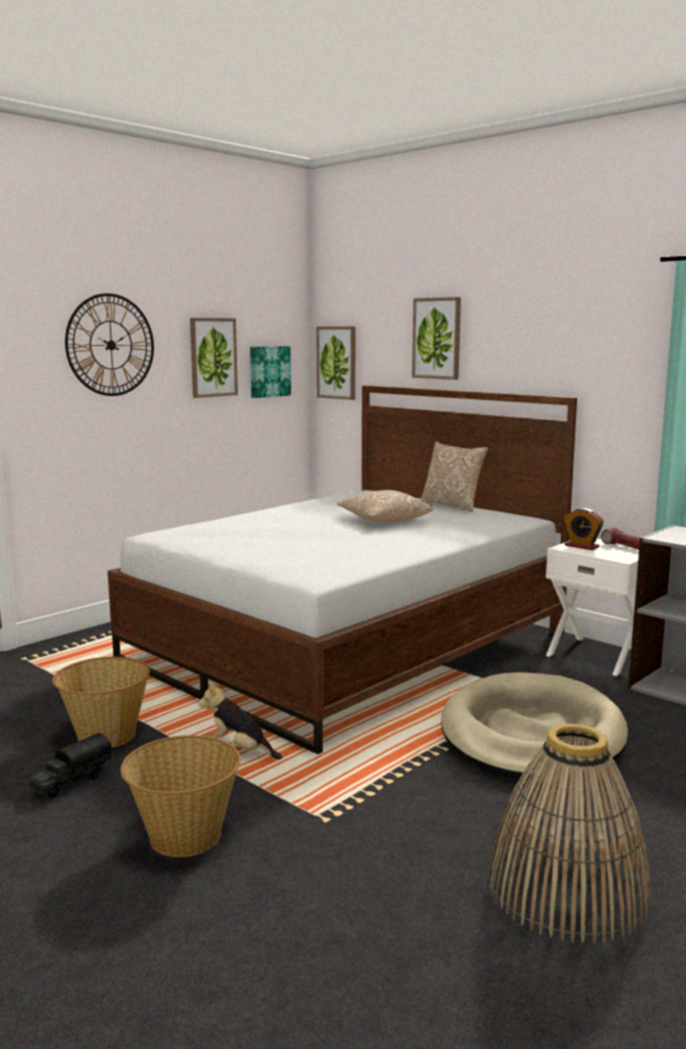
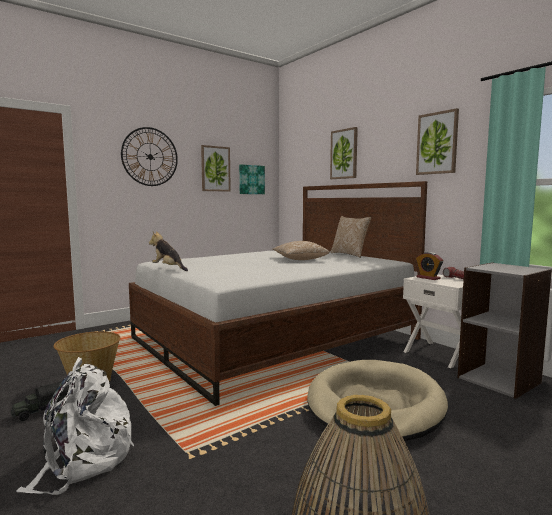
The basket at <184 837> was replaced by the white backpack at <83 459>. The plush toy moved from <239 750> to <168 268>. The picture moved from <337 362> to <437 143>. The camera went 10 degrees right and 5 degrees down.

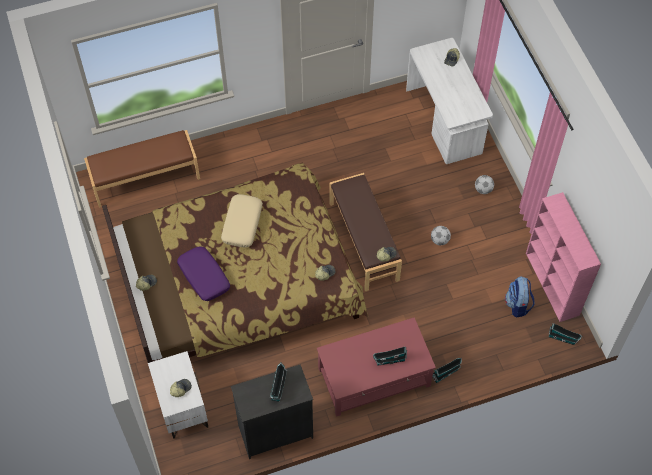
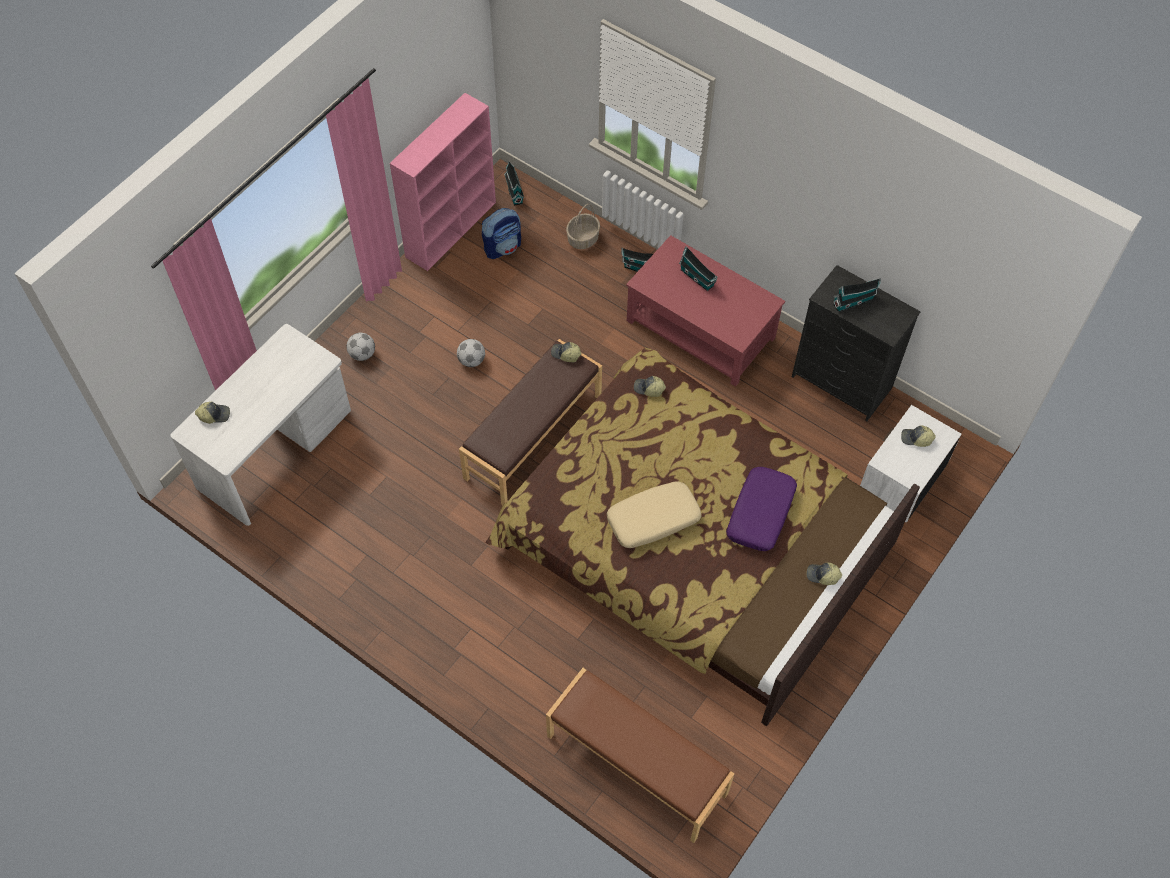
The basket at <583 239> appeared. The camera went 125 degrees left and 0 degrees up.

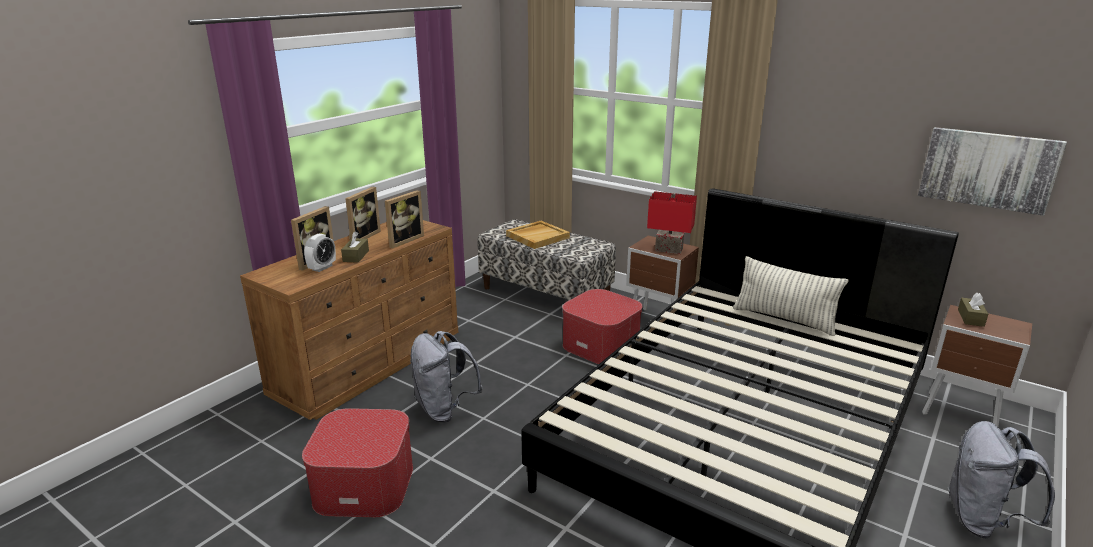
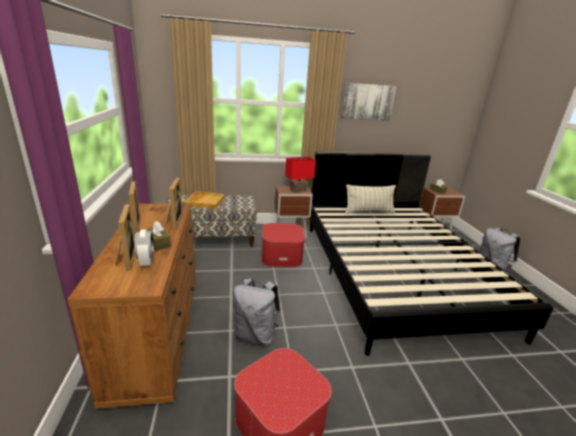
The picture moved from <988 169> to <367 102>. The camera went 45 degrees left and 0 degrees up.

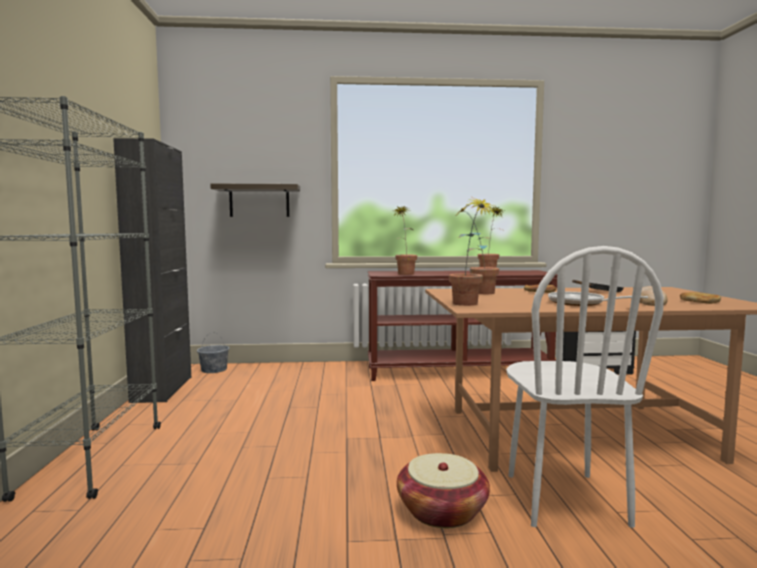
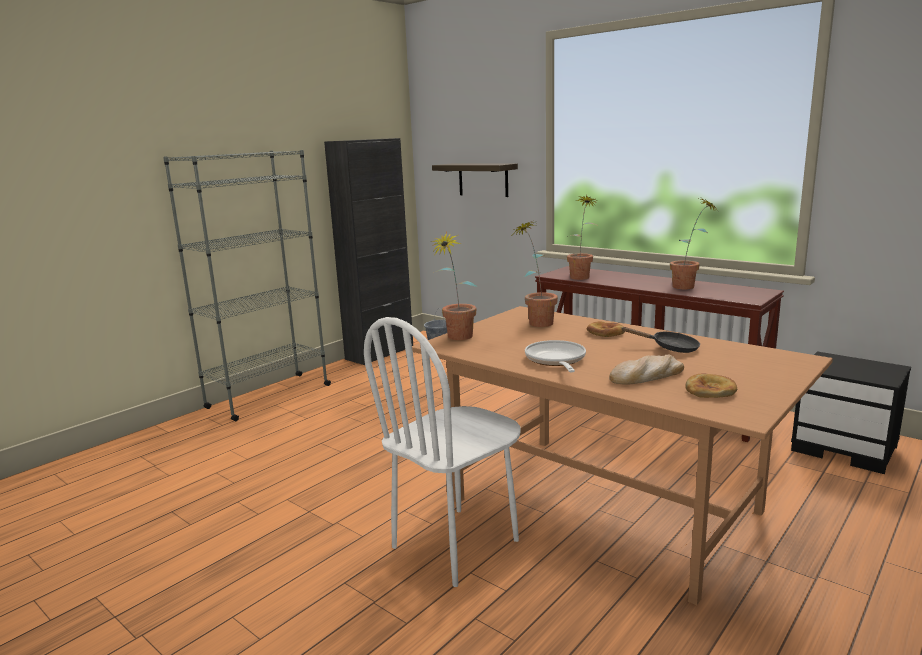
The basket at <442 511> disappeared. The camera went 45 degrees right and 10 degrees up.

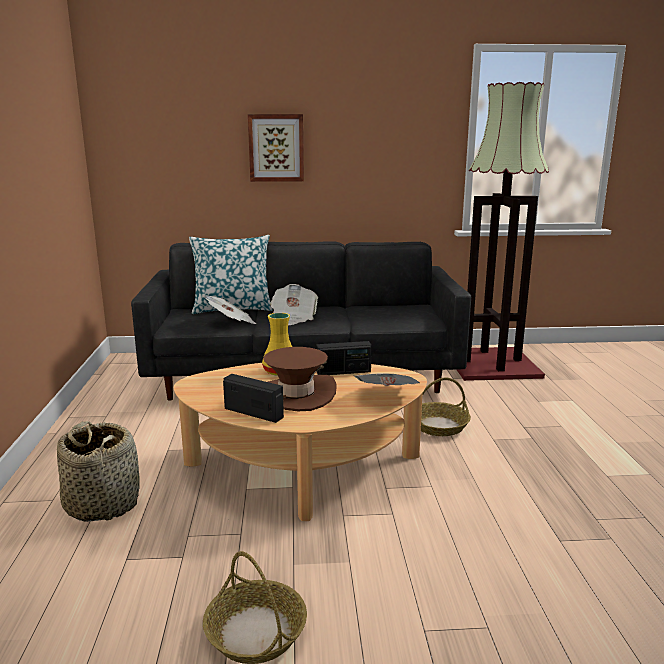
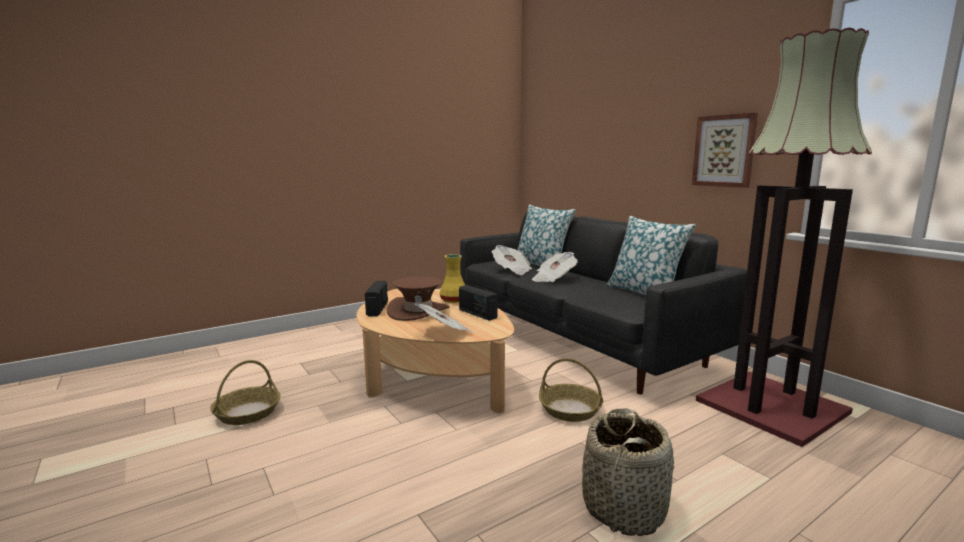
The basket moved from <103 504> to <624 508>. The pillow at <645 293> appeared. The picture moved from <276 148> to <724 151>. The camera went 60 degrees right and 5 degrees down.

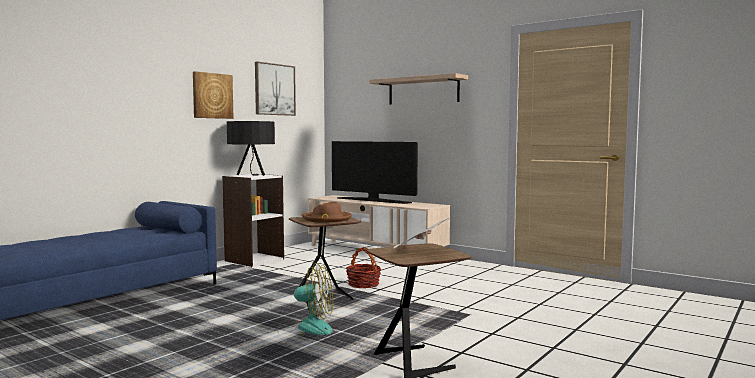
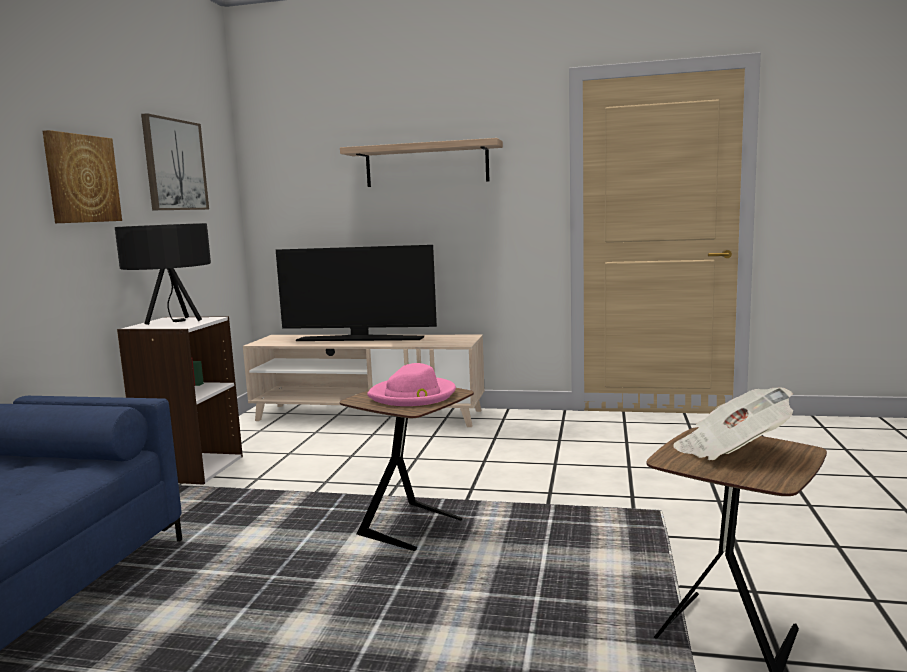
The brown hat at <327 219> became the pink hat at <413 395>. The fan at <306 329> disappeared. The basket at <363 284> disappeared. The camera went 25 degrees left and 5 degrees up.

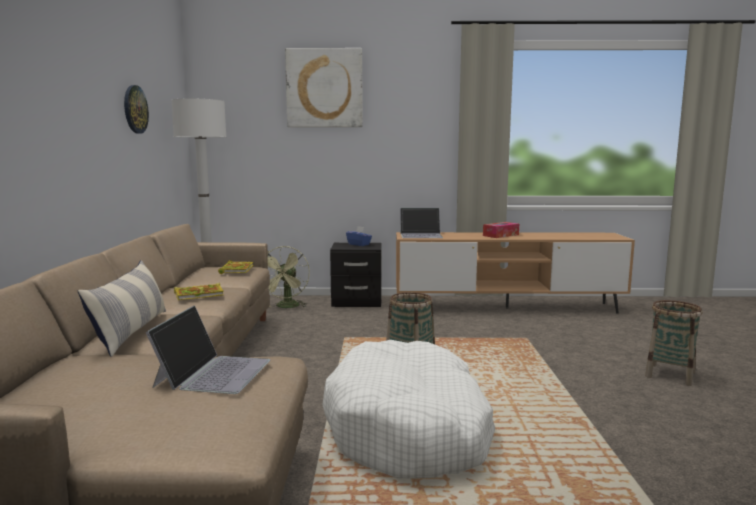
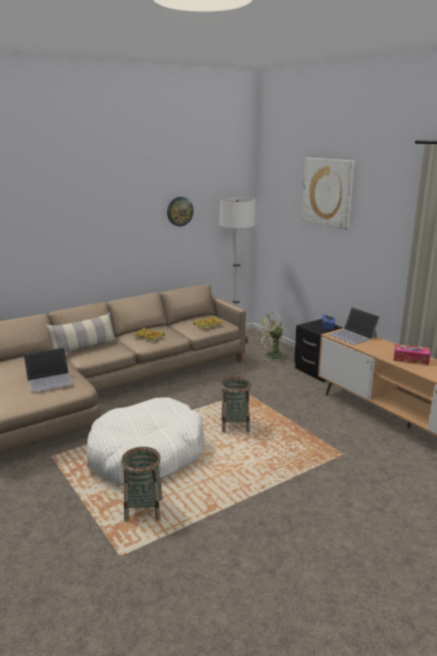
The basket moved from <669 374> to <143 509>. The camera went 55 degrees right and 10 degrees up.

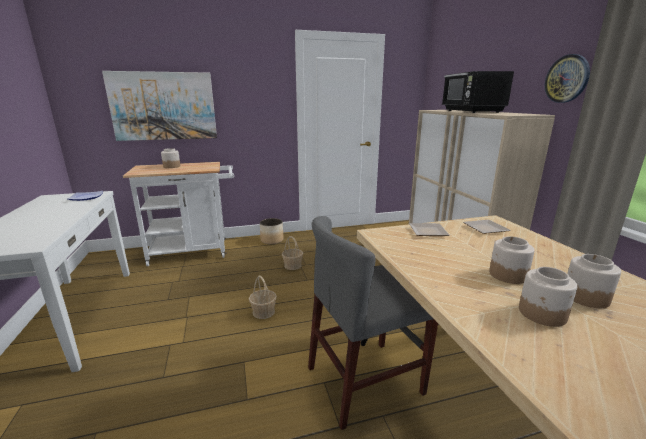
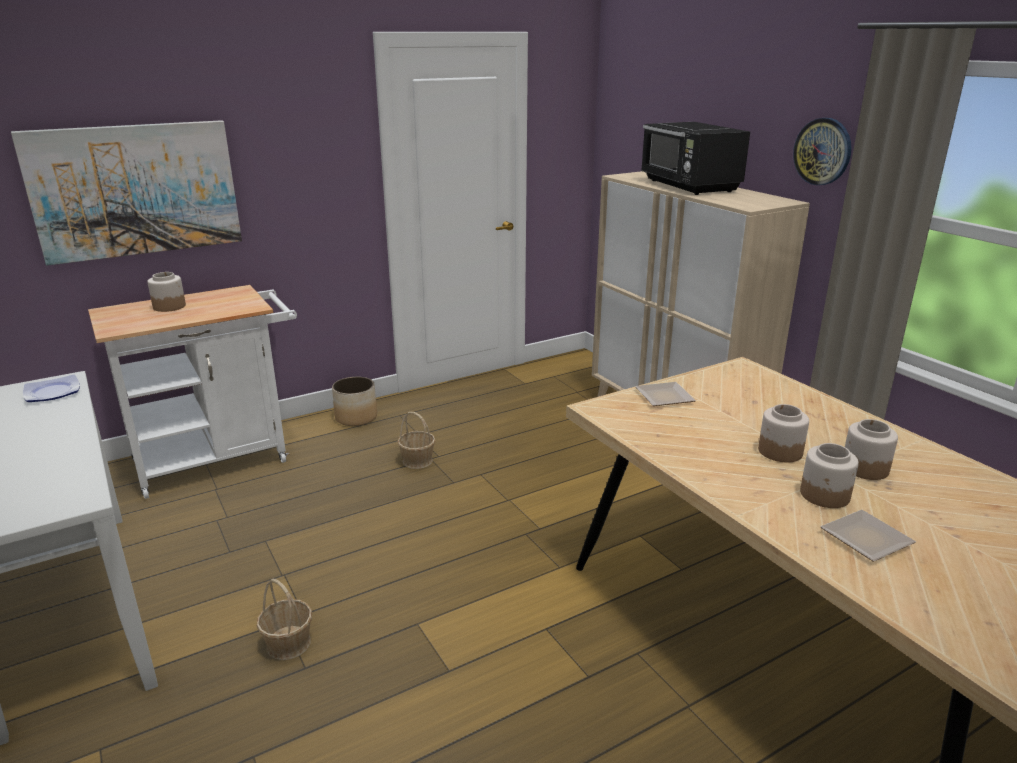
The basket moved from <263 312> to <288 643>. The plate moved from <487 229> to <869 539>. The grey chair at <365 380> disappeared. The camera went 15 degrees left and 5 degrees up.

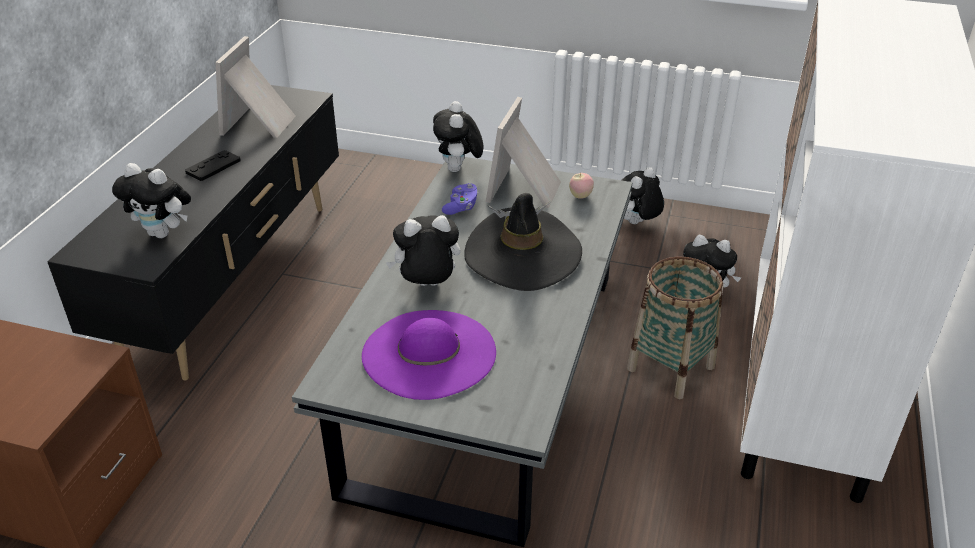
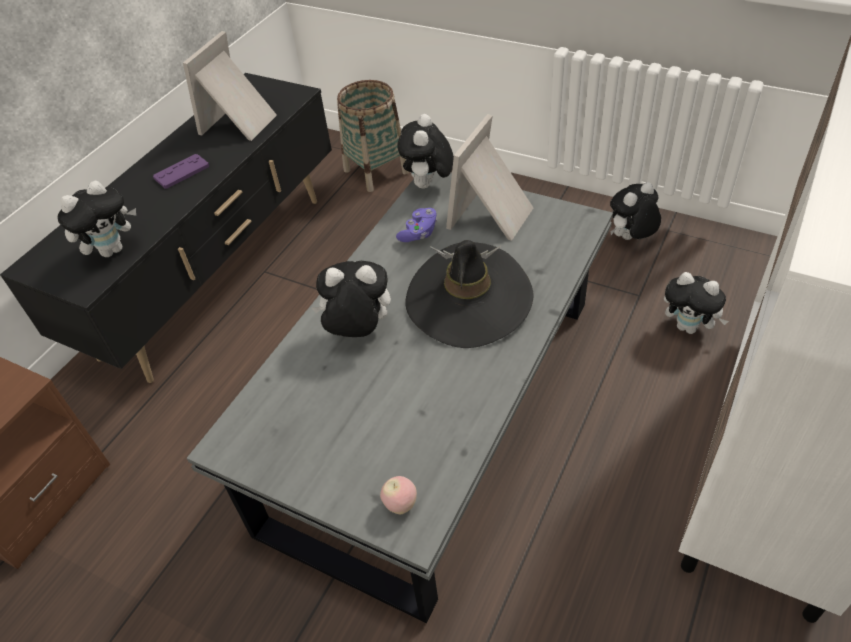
The plush toy at <163 233> turned 75 degrees counterclockwise. The black game controller at <213 166> became the purple game controller at <181 172>. The basket moved from <670 368> to <376 171>. The apple moved from <580 196> to <400 504>. The purple hat at <429 353> disappeared. The camera went 15 degrees right and 10 degrees up.

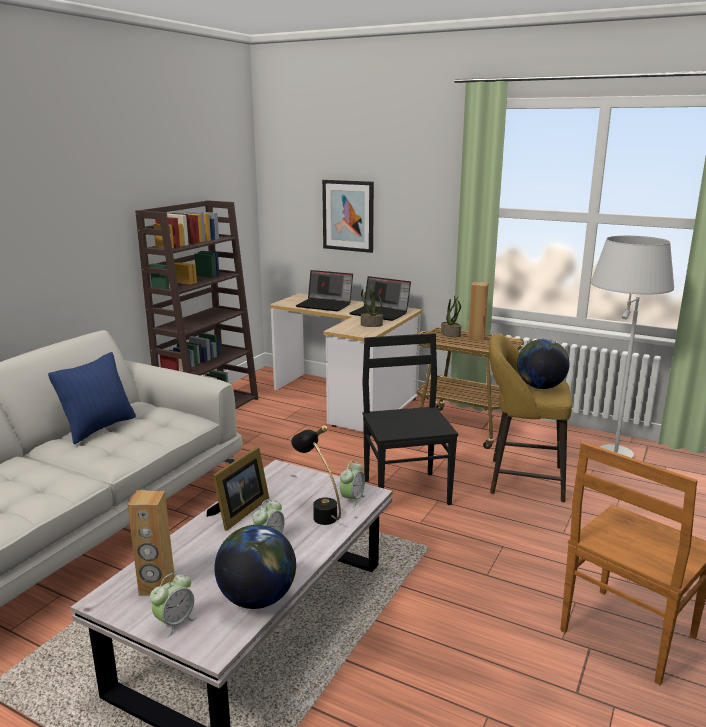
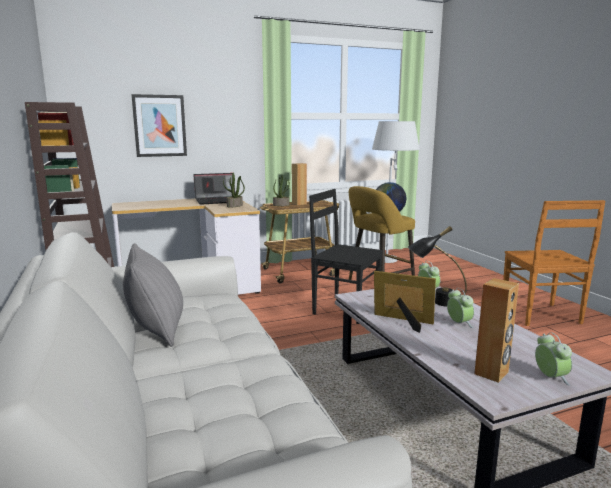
The blue pillow at <99 428> became the grey pillow at <157 329>. The picture frame at <239 512> turned 45 degrees counterclockwise. The globe at <257 598> disappeared. The laptop at <325 305> disappeared. The camera went 50 degrees left and 5 degrees down.

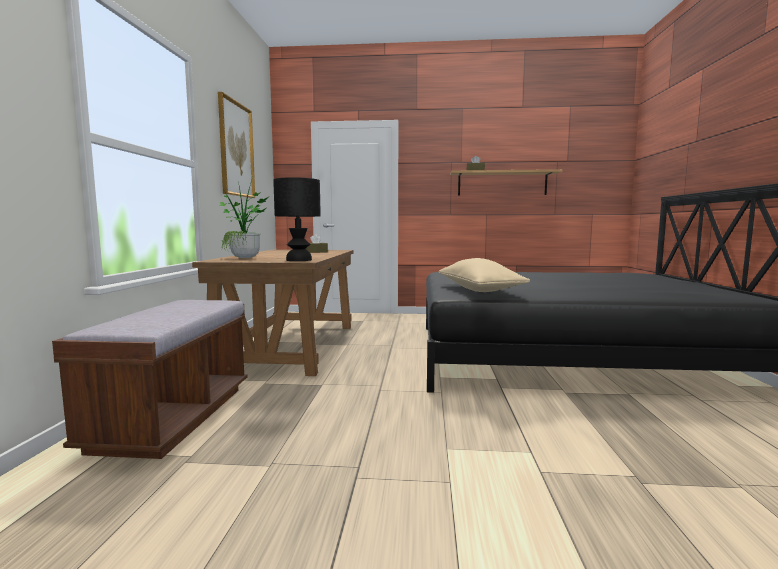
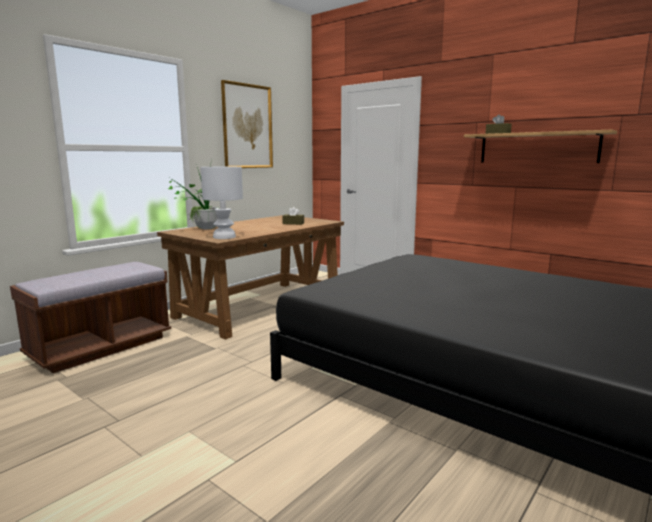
The black table lamp at <298 260> became the white table lamp at <224 237>. The beige pillow at <479 290> disappeared. The camera went 35 degrees right and 5 degrees up.

